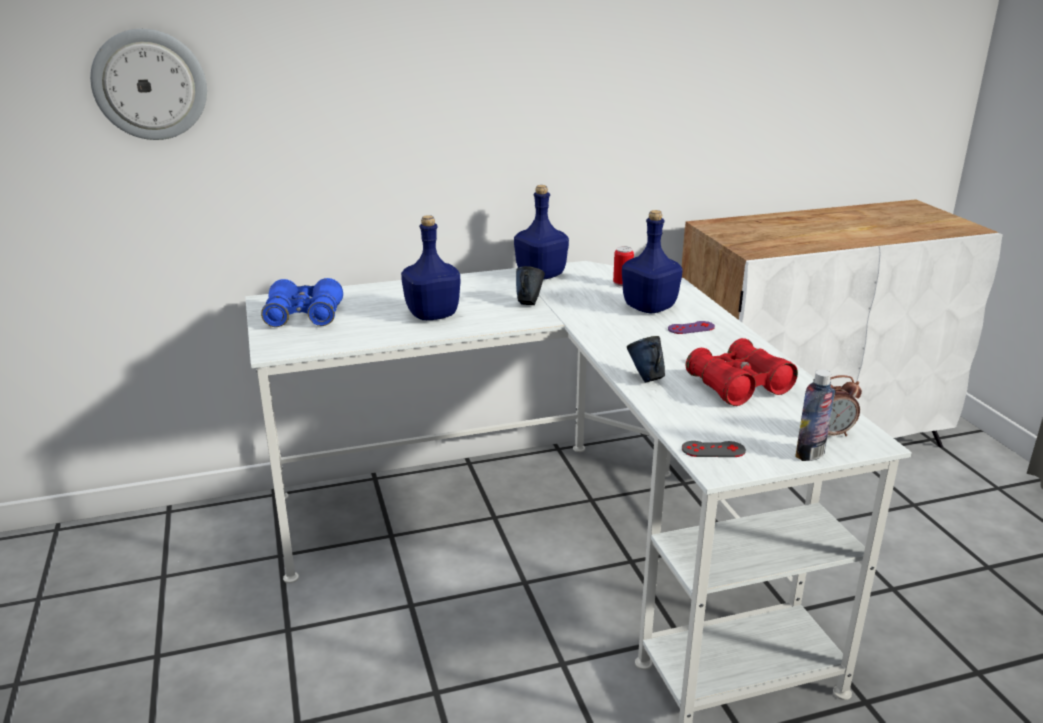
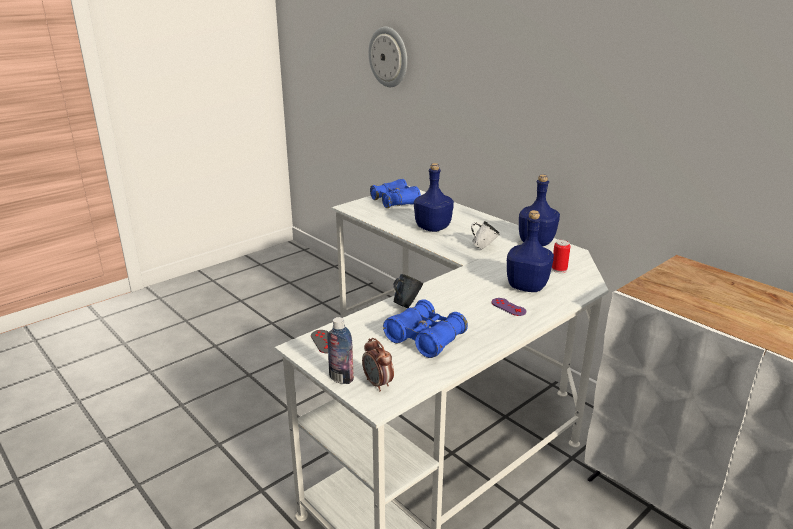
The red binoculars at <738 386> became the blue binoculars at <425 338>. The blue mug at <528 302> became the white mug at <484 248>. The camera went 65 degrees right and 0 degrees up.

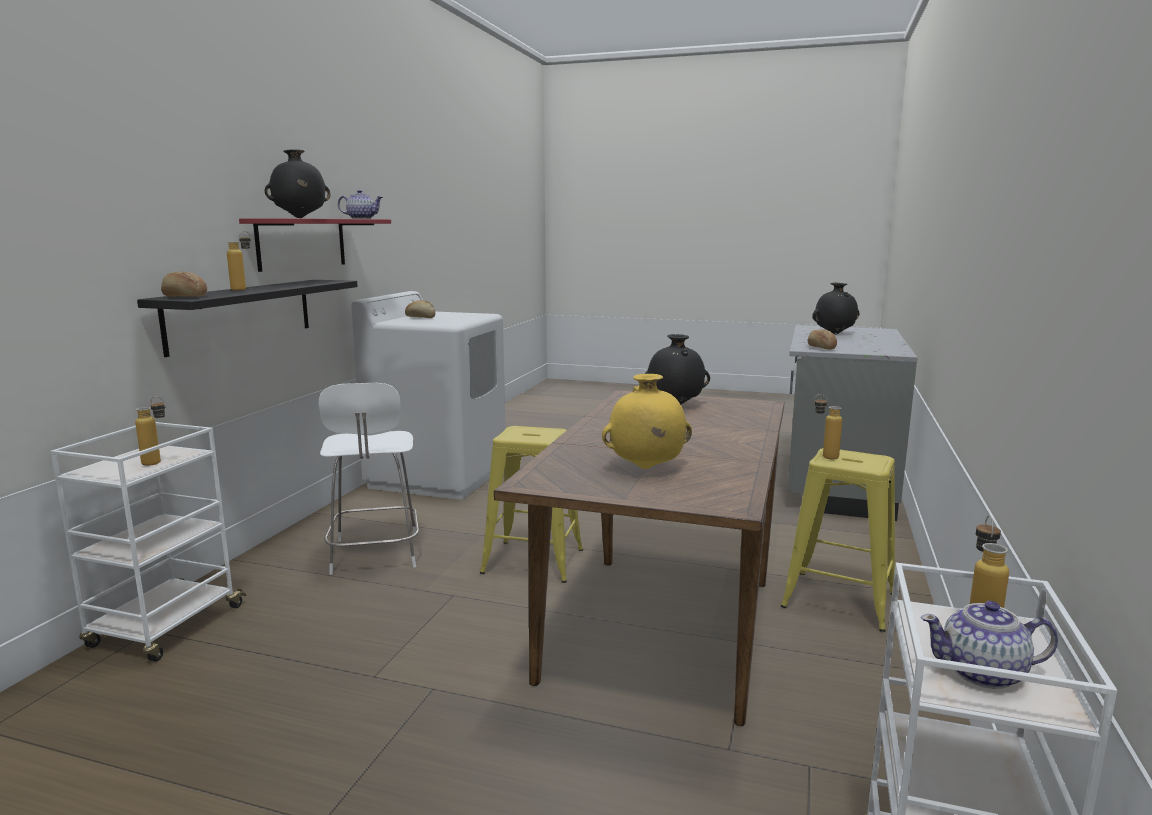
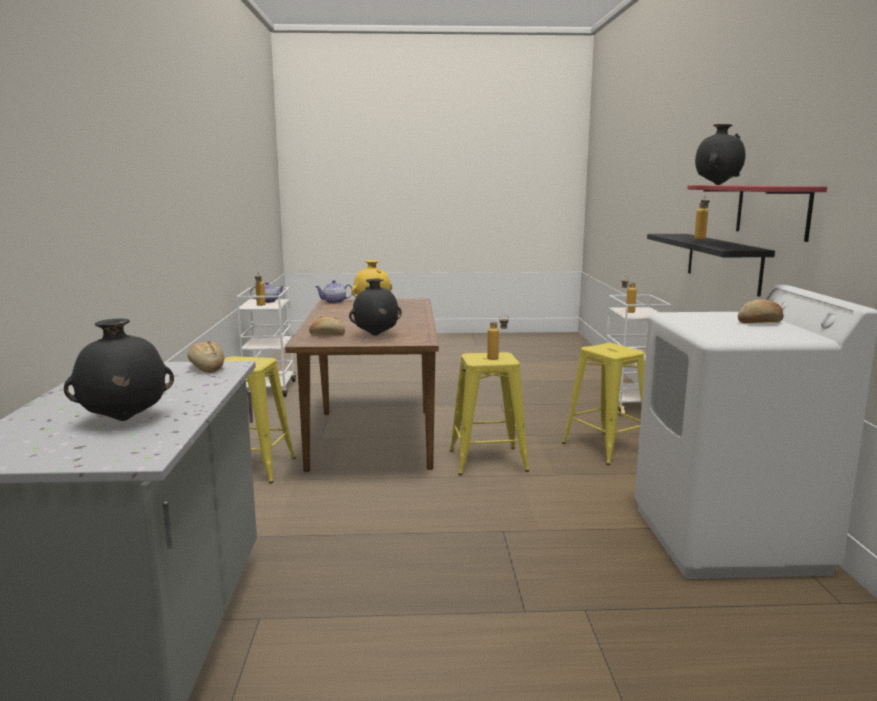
The bread moved from <184 297> to <327 335>. The teapot moved from <361 218> to <334 302>. The bottle moved from <824 456> to <497 359>. The white chair at <375 555> was replaced by the yellow stool at <606 448>. The camera went 160 degrees right and 0 degrees up.

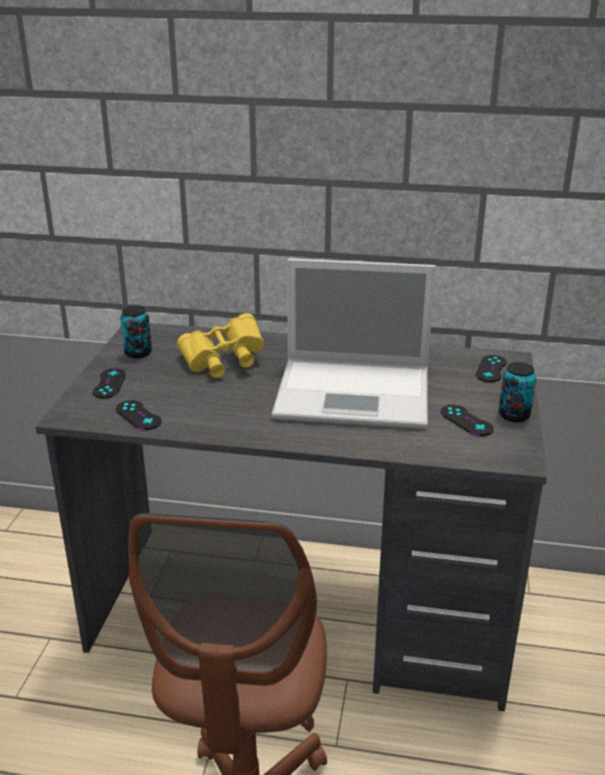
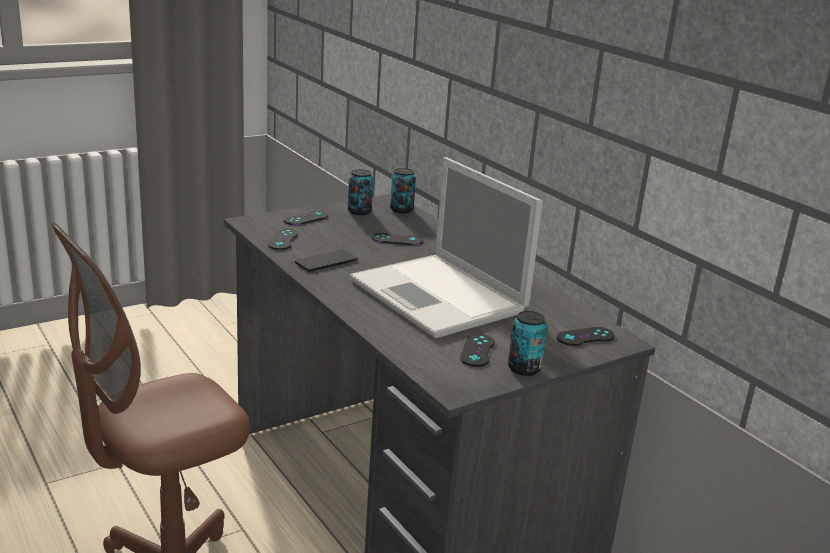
The phone at <326 261> appeared. The yellow binoculars at <223 362> was replaced by the black game controller at <397 239>. The can at <401 209> appeared. The camera went 45 degrees right and 5 degrees down.

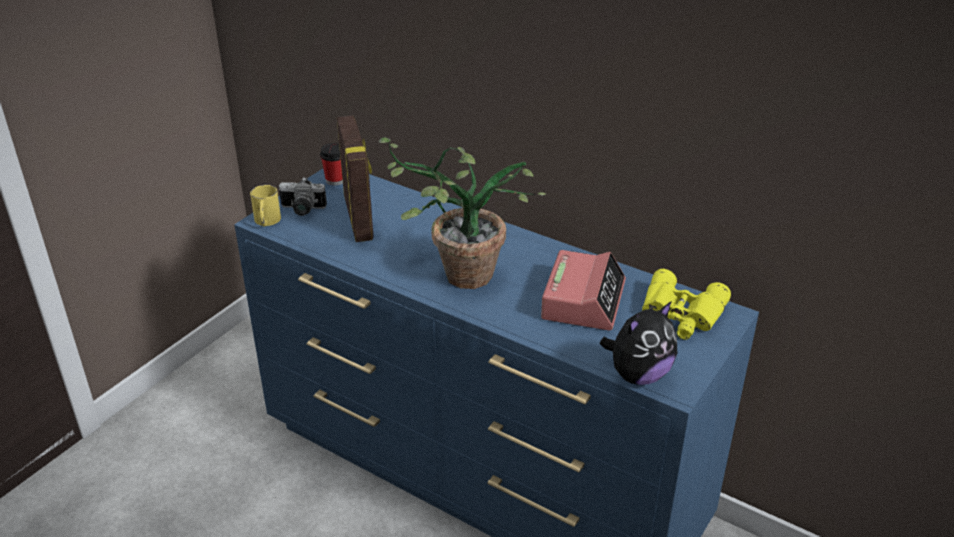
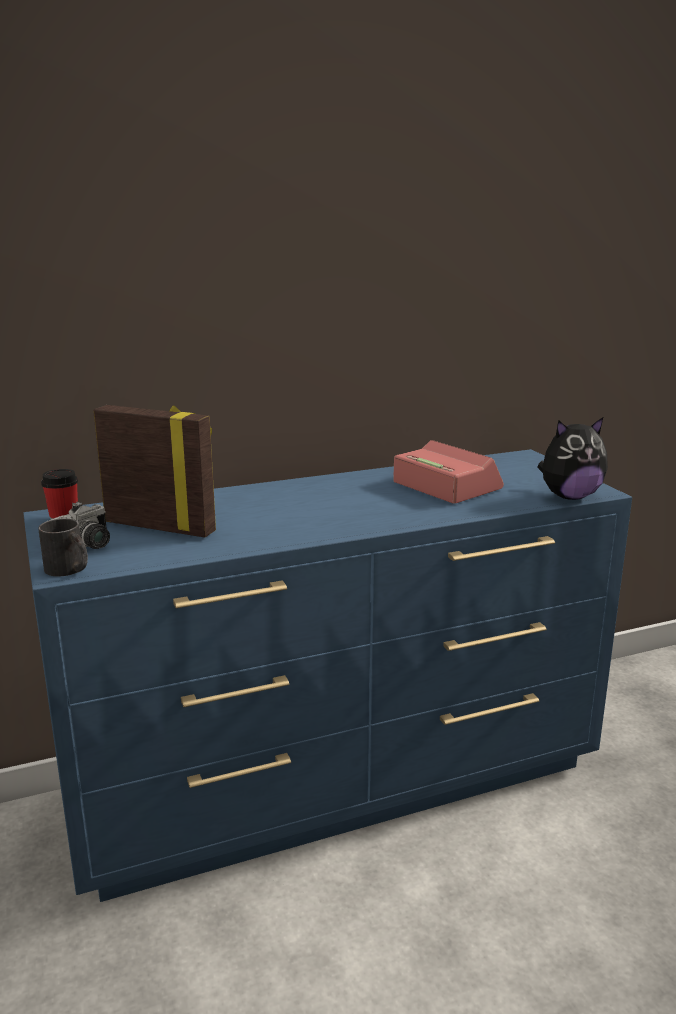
The yellow mug at <266 222> became the black mug at <69 570>. The plush toy at <638 374> turned 75 degrees clockwise. The potted plant at <455 276> disappeared. The yellow binoculars at <680 315> disappeared. The camera went 55 degrees left and 15 degrees down.

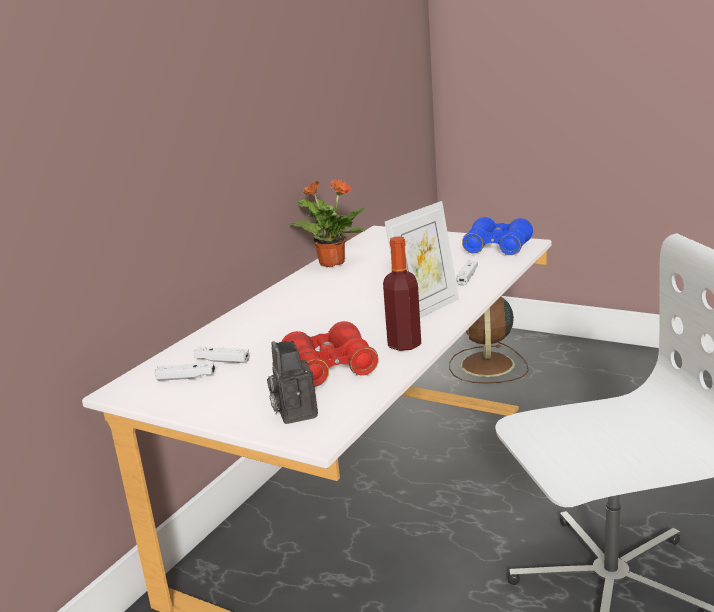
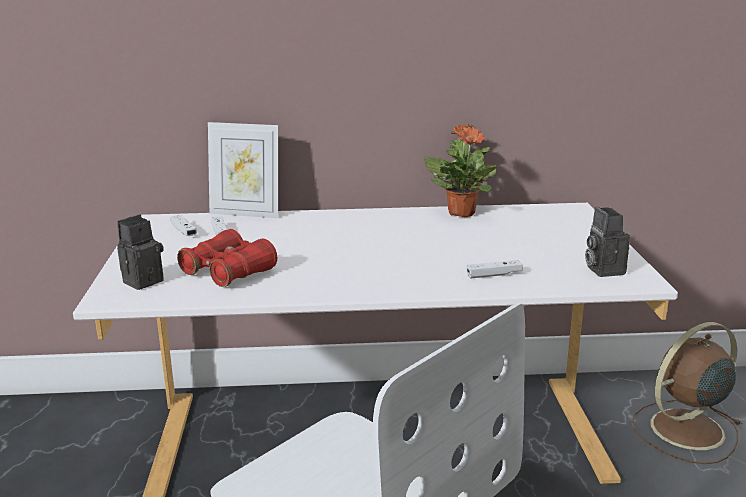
The picture frame moved from <426 310> to <246 213>. The blue binoculars at <497 248> was replaced by the photo camera at <602 269>. The bottle at <404 344> disappeared. The camera went 55 degrees right and 0 degrees up.

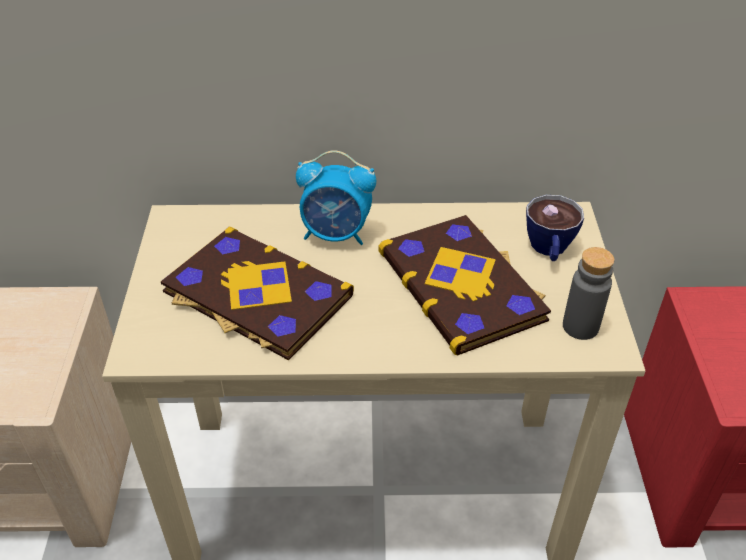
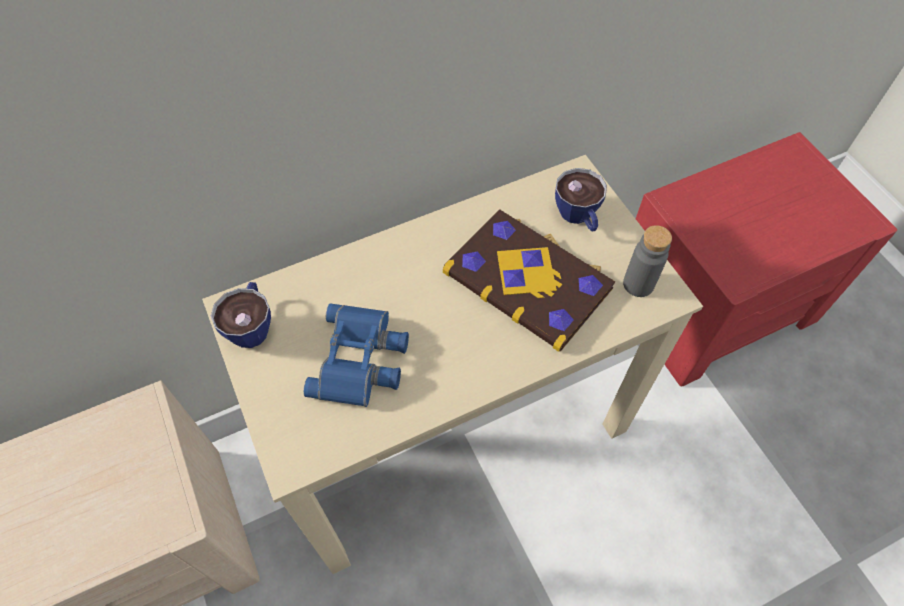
The cup at <252 325> appeared. The book at <256 295> was replaced by the blue binoculars at <361 360>. The alarm clock at <336 234> disappeared. The camera went 25 degrees left and 15 degrees up.

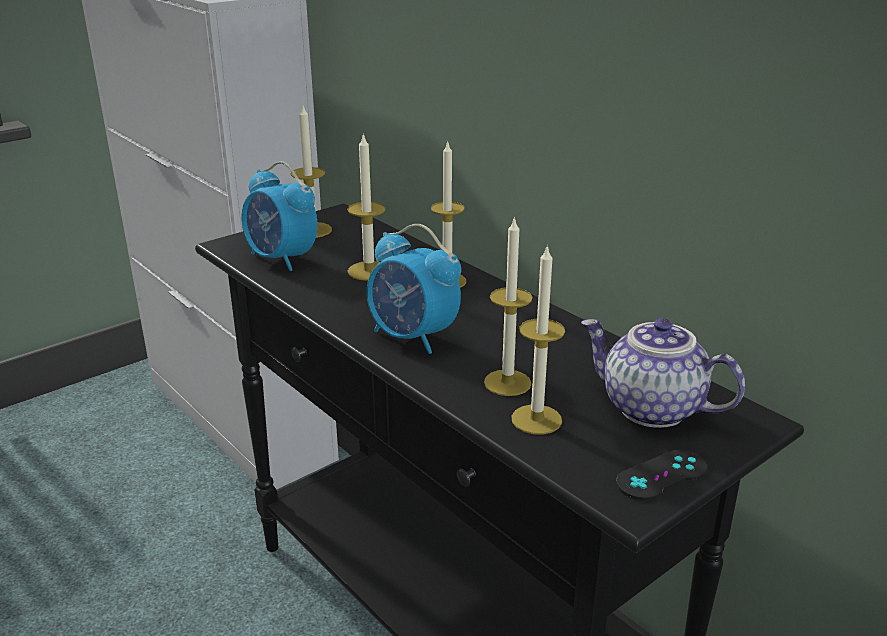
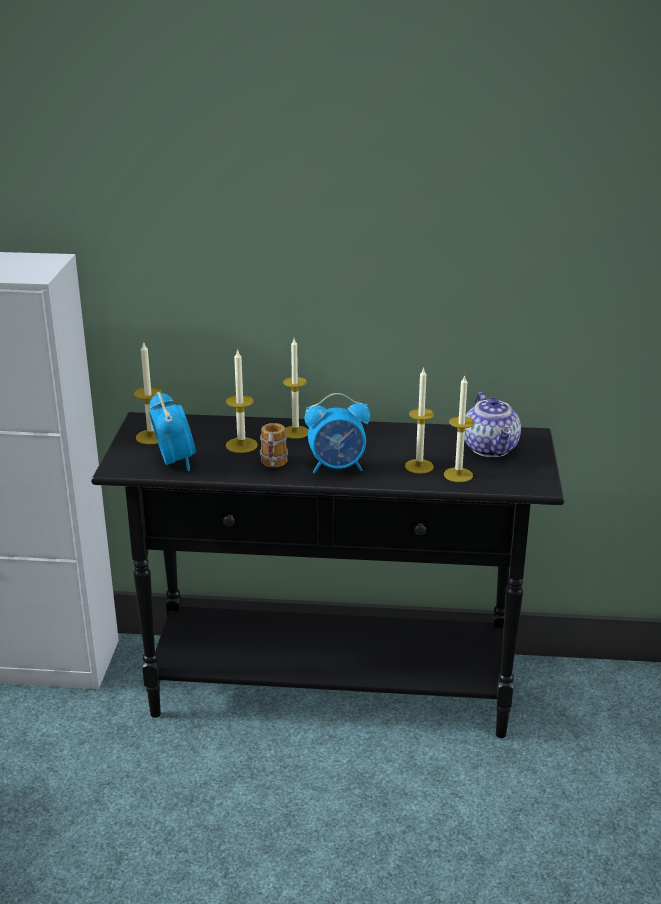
The alarm clock at <282 259> turned 105 degrees counterclockwise. The mug at <273 467> appeared. The teapot at <650 409> turned 90 degrees counterclockwise. The black game controller at <661 475> disappeared. The camera went 45 degrees left and 0 degrees up.

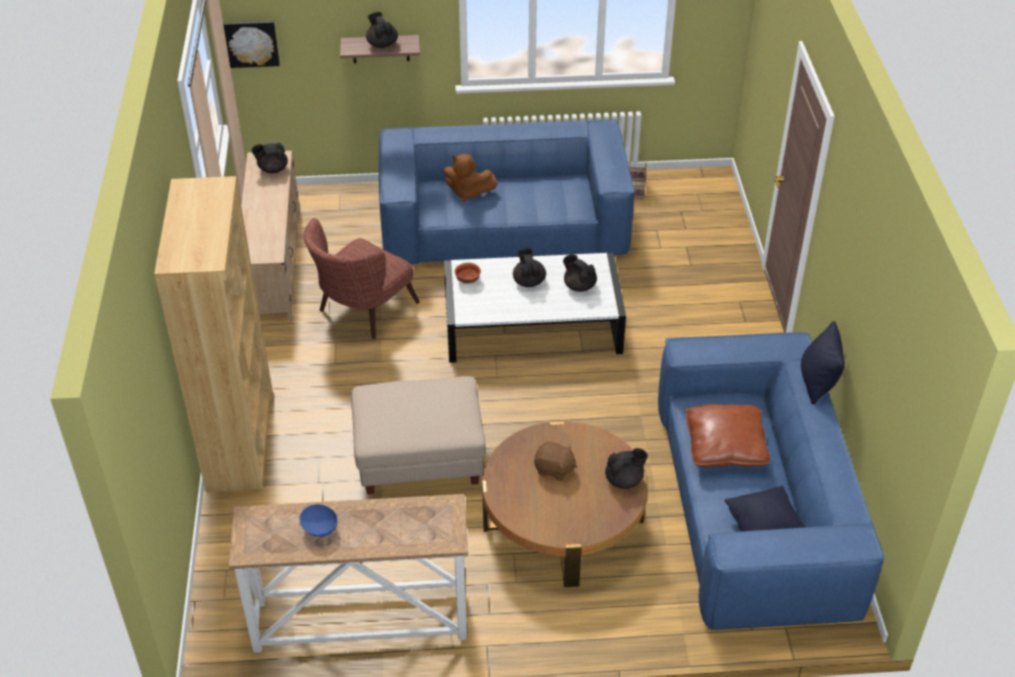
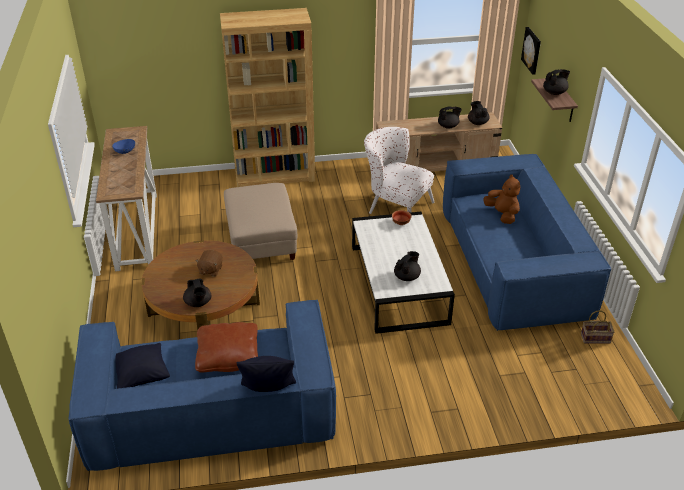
The brown armchair at <361 312> became the white armchair at <395 206>. The black teapot moved from <529 281> to <448 126>. The brown plush toy at <468 192> turned 135 degrees clockwise. The camera went 85 degrees right and 5 degrees down.

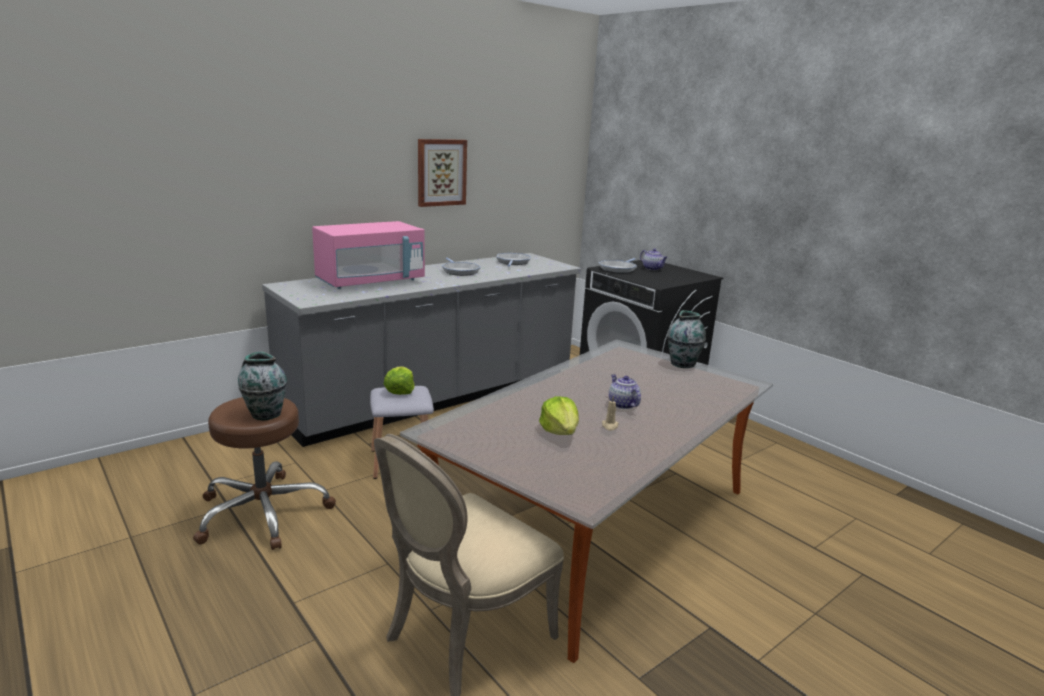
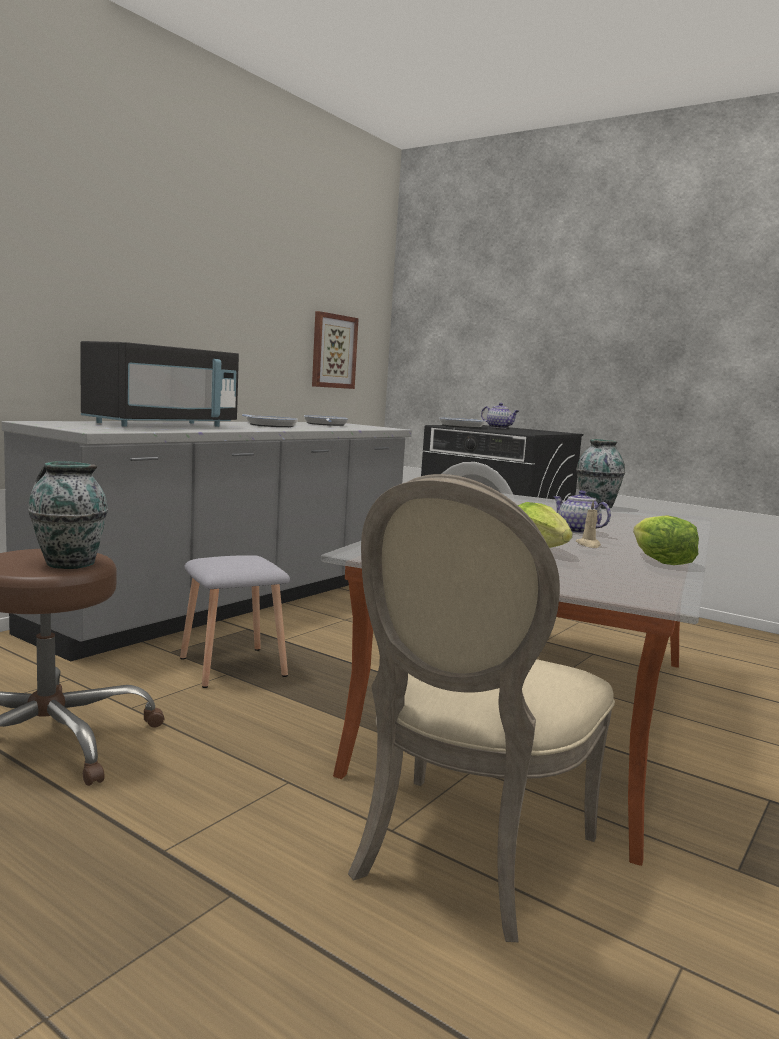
The pink microwave at <371 282> became the black microwave at <162 425>. The picture moved from <441 172> to <333 351>. The lettuce moved from <399 390> to <660 561>. The camera went 15 degrees left and 10 degrees down.

